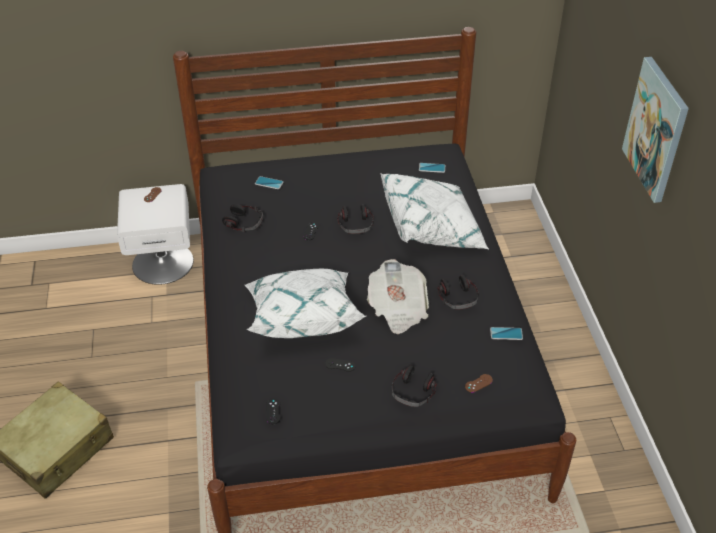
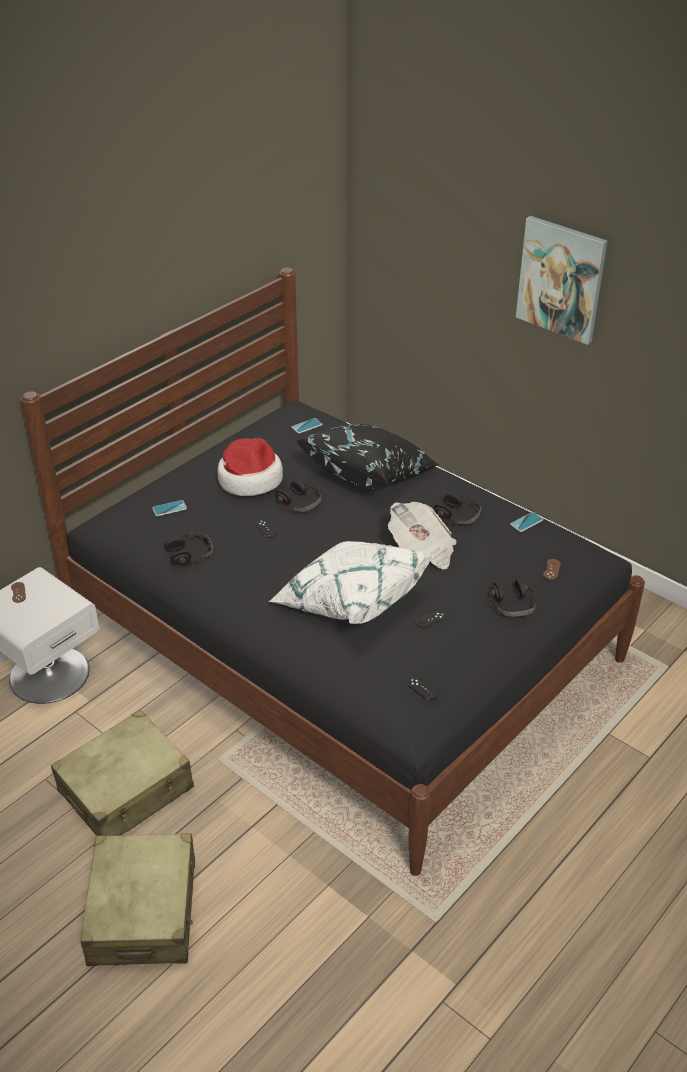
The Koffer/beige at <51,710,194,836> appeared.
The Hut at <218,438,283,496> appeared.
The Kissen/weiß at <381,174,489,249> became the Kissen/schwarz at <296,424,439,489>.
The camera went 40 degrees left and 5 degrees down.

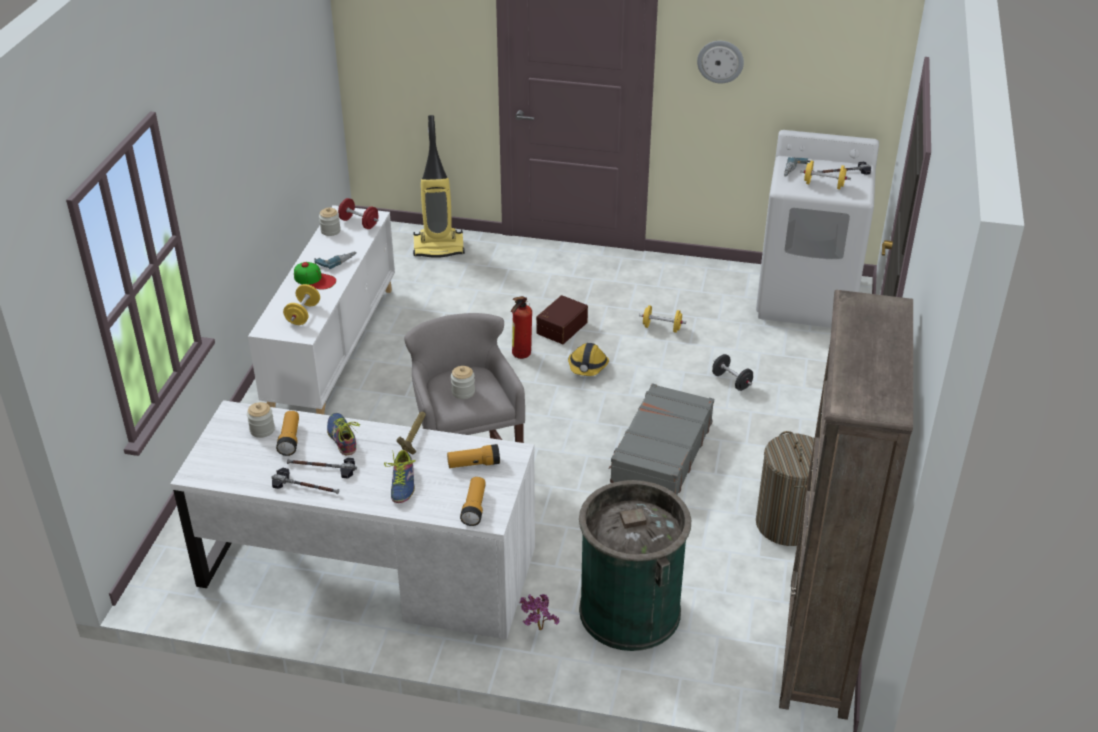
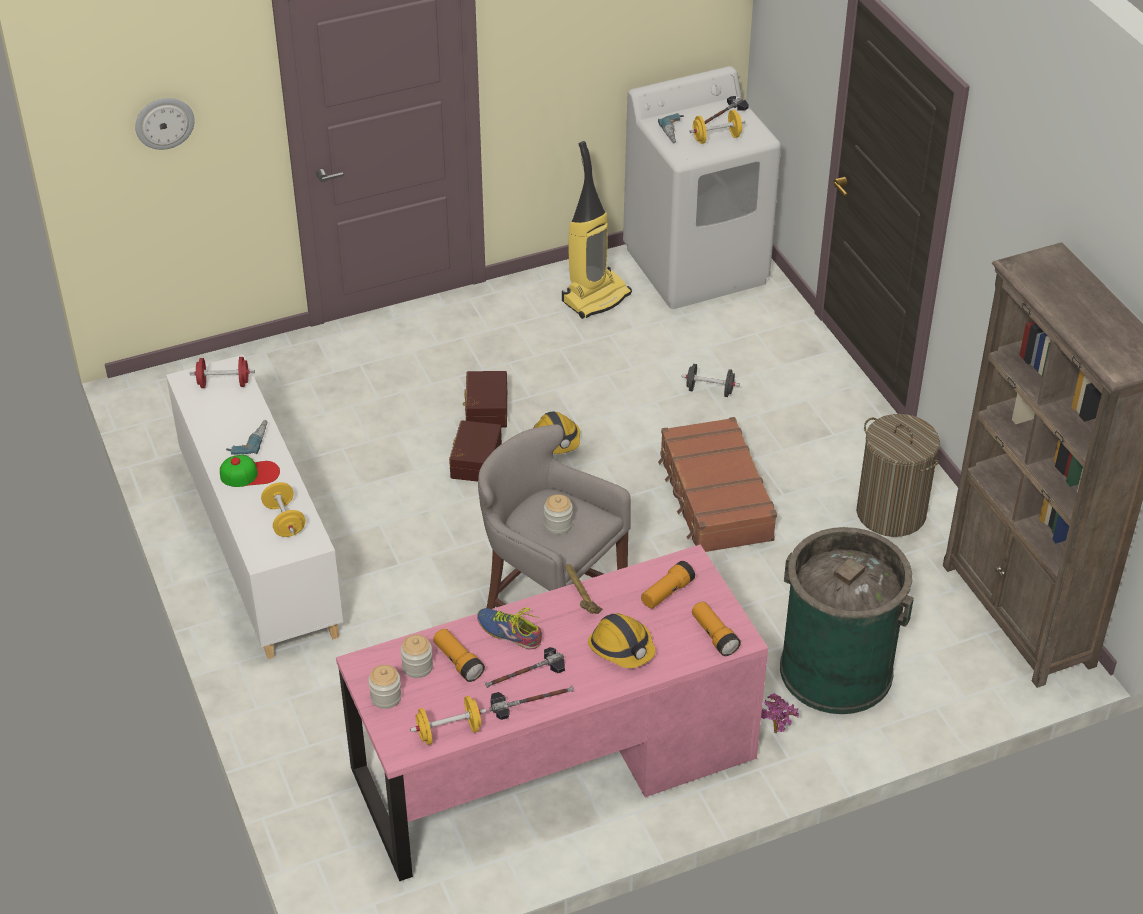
The Vorratsglas moved from <319,208,341,236> to <368,665,402,709>.
The Staubsauger moved from <413,115,465,258> to <562,141,632,319>.
The Hantel/gelb moved from <639,305,686,333> to <410,696,486,745>.
The Wanduhr moved from <697,41,744,83> to <135,98,195,150>.
The Schuh at <384,450,416,503> was replaced by the Schutzhelm at <588,613,655,668>.
The Feuerlöscher at <511,296,532,359> was replaced by the Aufbewahrungsbox/braun at <449,420,502,482>.
The Schreibtisch/weiß at <170,400,535,639> became the Schreibtisch/rosa at <336,545,768,881>.
The Koffer/grau at <609,383,714,495> became the Koffer/braun at <658,417,777,552>.
The camera went 35 degrees left and 5 degrees up.

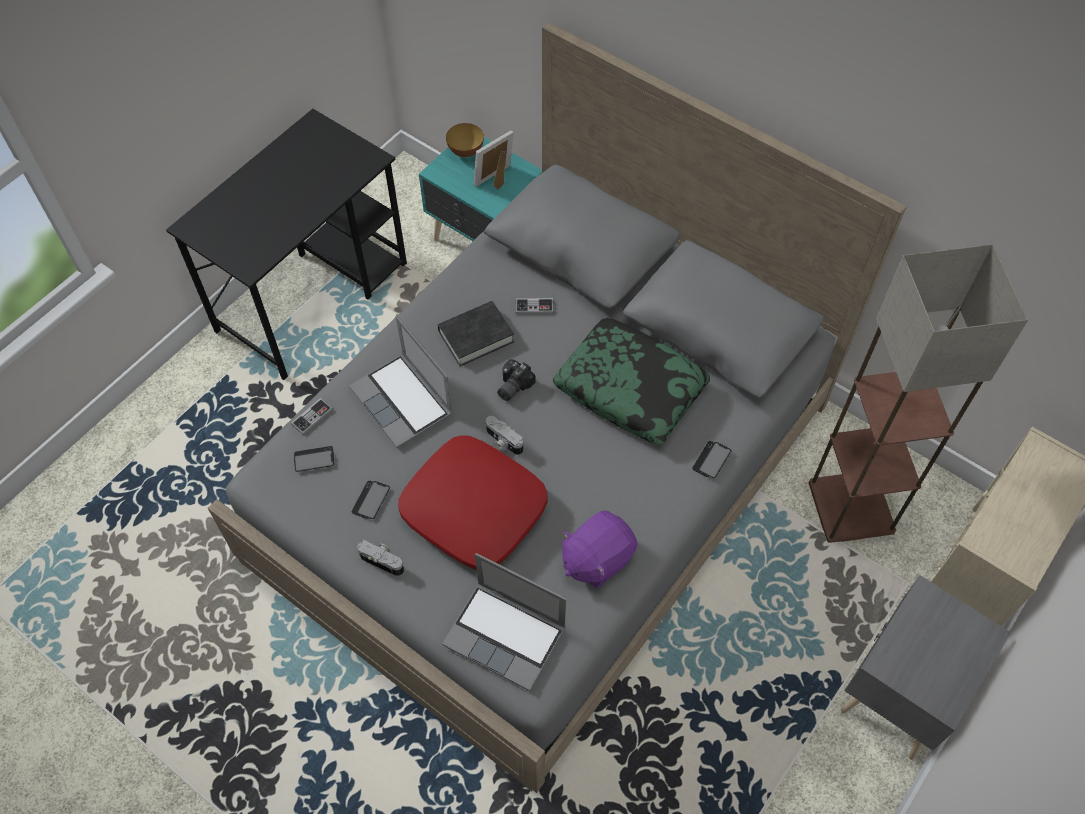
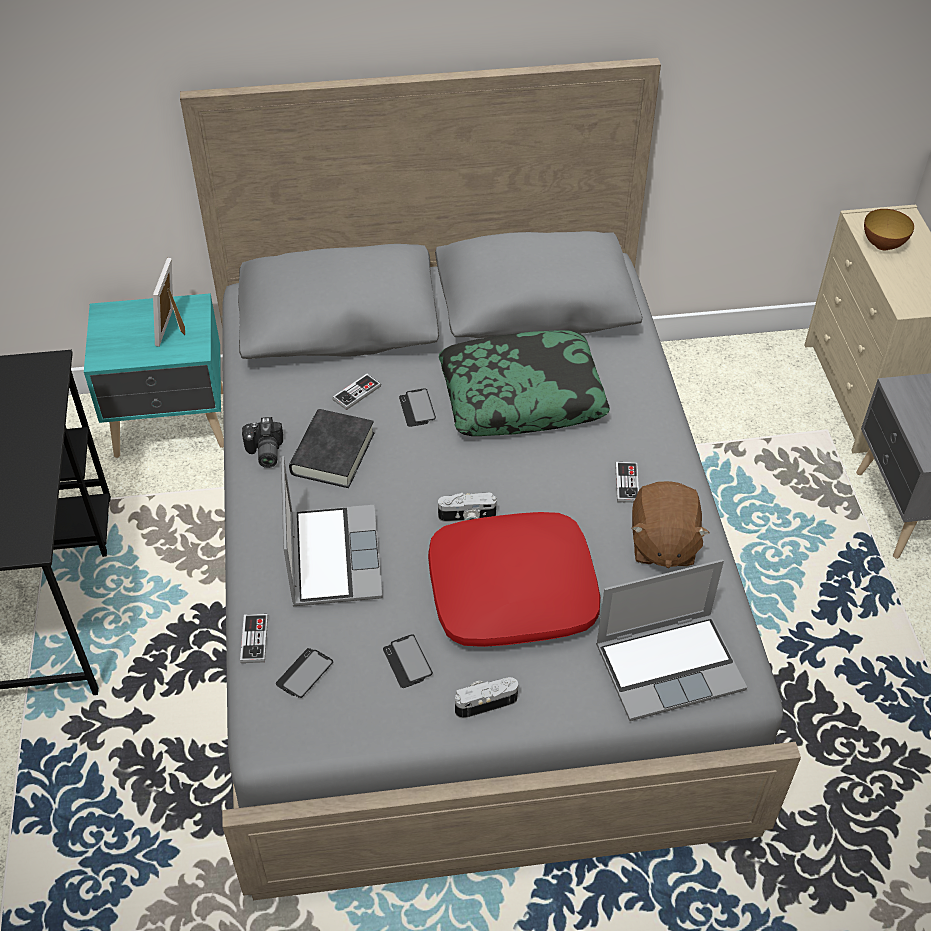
The Stehlampe at <809,244,1028,543> disappeared.
The Gamepad at <615,462,639,503> appeared.
The Schüssel moved from <446,123,484,157> to <864,209,914,250>.
The Kamera moved from <497,359,536,401> to <242,417,283,468>.
The Handy moved from <692,441,732,478> to <399,388,436,427>.
The Plüschtier/lila at <562,511,638,588> became the Plüschtier/braun at <632,481,710,568>.
The Laptop at <349,316,453,448> turned 105 degrees counterclockwise.
The camera went 45 degrees left and 10 degrees down.

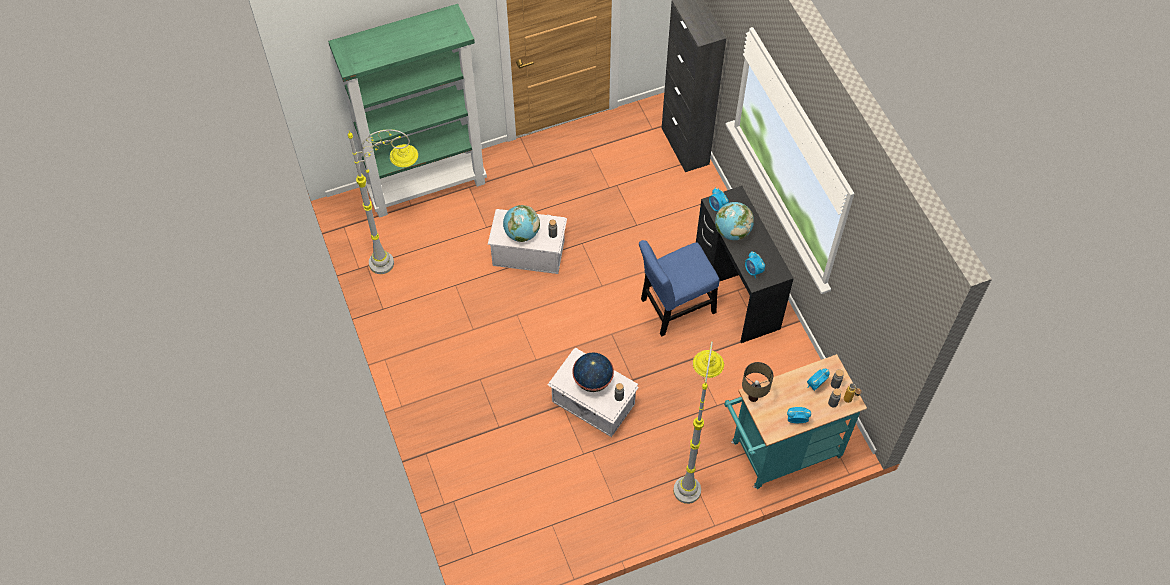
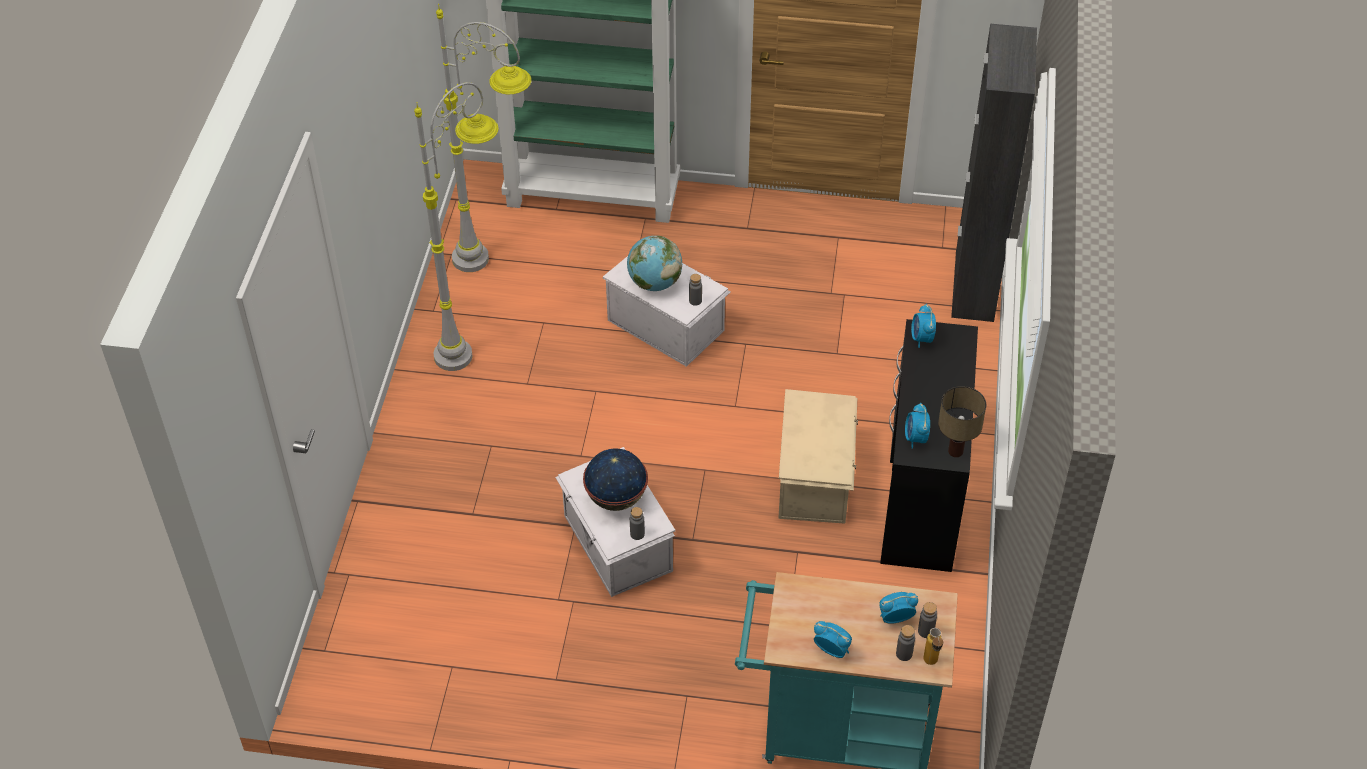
The Globus at <715,202,754,240> disappeared.
The Stehlampe/grau moved from <673,341,724,504> to <414,82,499,371>.
The Tischlampe moved from <742,362,773,402> to <938,386,986,457>.
The Stuhl/blau at <639,240,720,336> was replaced by the Aufbewahrungsbox/beige at <778,389,858,524>.
The camera went 30 degrees right and 10 degrees down.

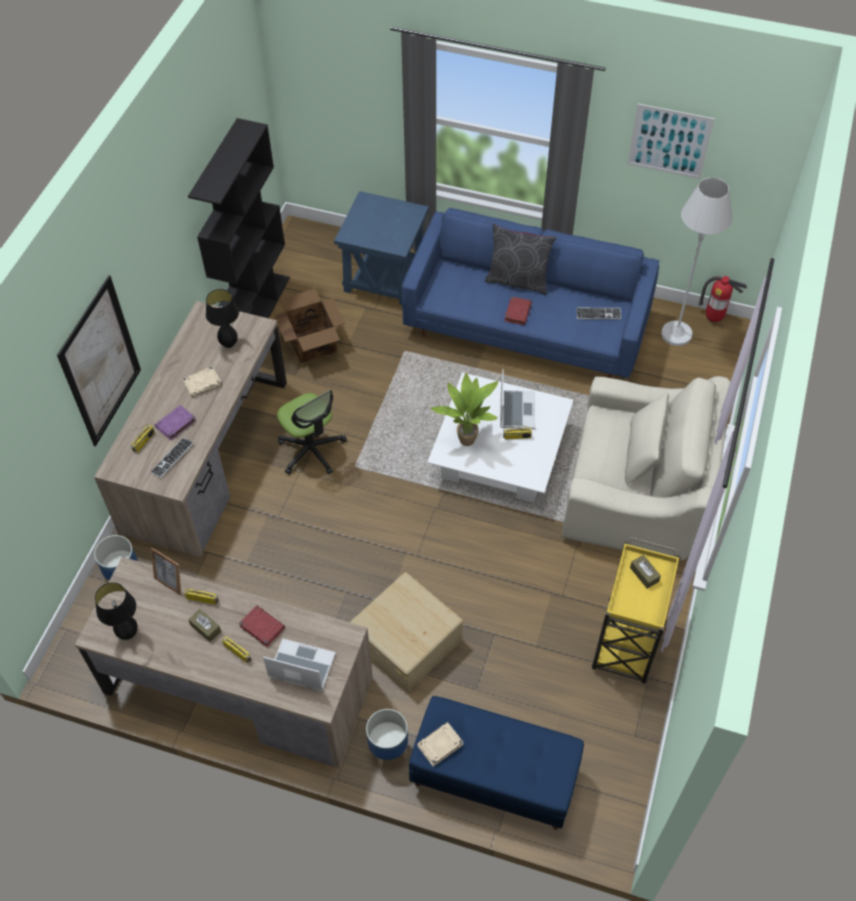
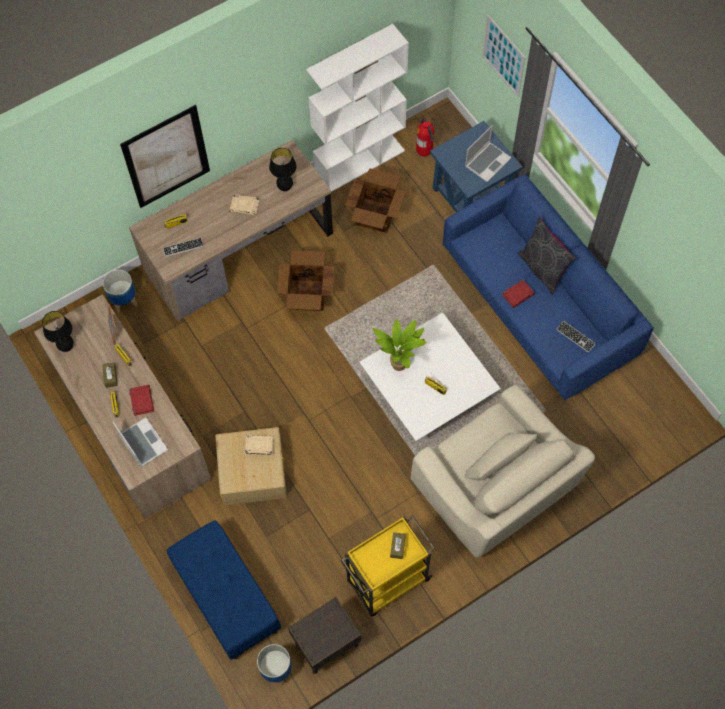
The Buch/lila at <155,405,196,440> disappeared.
The Stehlampe/weiß at <661,177,732,346> disappeared.
The Nachttisch/braun at <288,596,361,674> appeared.
The Pflanzkübel moved from <366,709,408,768> to <257,644,292,685>.
The Buch/beige moved from <417,722,464,766> to <245,435,274,456>.
The Laptop moved from <500,369,535,429> to <465,126,512,182>.
The Bild moved from <627,104,715,179> to <482,14,526,98>.
The Feuerlöscher moved from <698,276,747,322> to <416,118,434,156>.
The Bürostuhl at <277,390,347,475> was replaced by the Karton at <277,250,335,311>.
The Bücherregal/schwarz at <188,118,290,318> became the Bücherregal/weiß at <306,24,409,192>.
The camera went 40 degrees right and 10 degrees up.

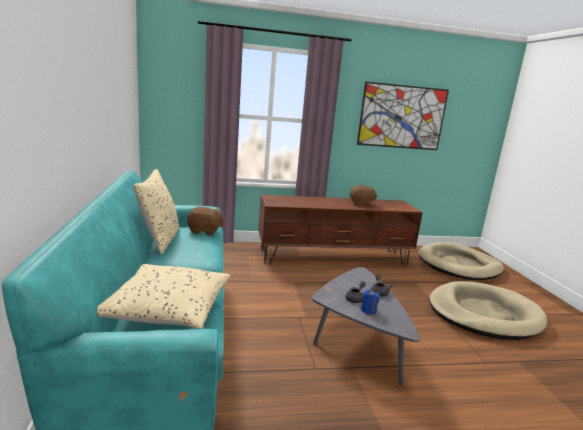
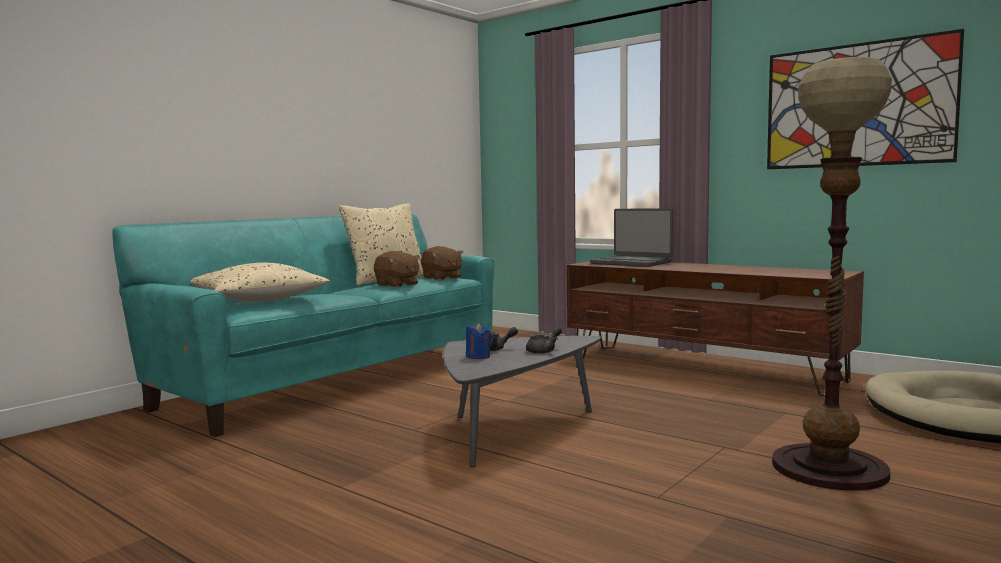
The Laptop at <590,208,673,267> appeared.
The Plüschtier/braun moved from <350,185,377,206> to <374,251,420,287>.
The Hundebett/beige at <429,281,547,340> was replaced by the Stehlampe at <772,57,892,491>.
The camera went 50 degrees right and 10 degrees down.

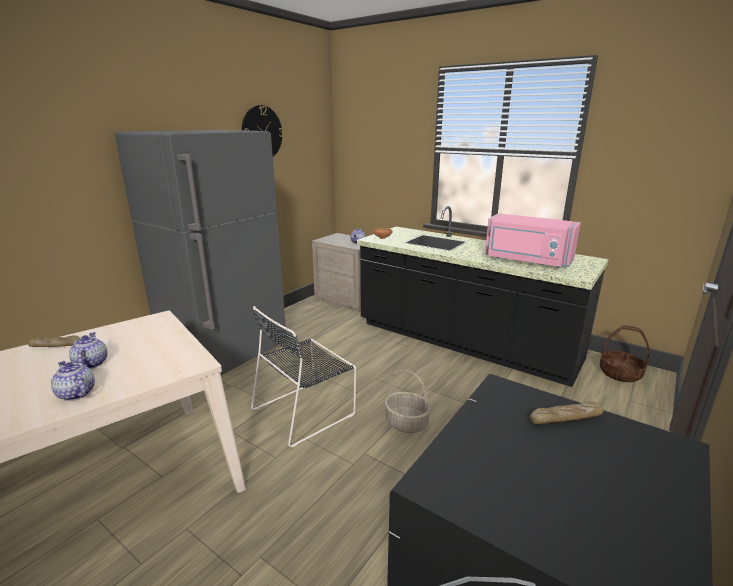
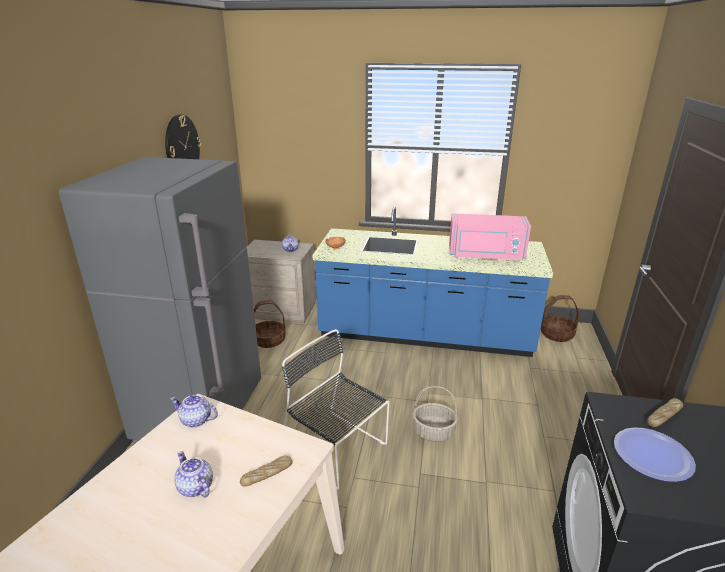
The Korb at <254,300,286,348> appeared.
The Teller at <614,427,696,482> appeared.
The Brot moved from <28,336,81,347> to <240,456,293,487>.
The Teekanne moved from <51,361,95,401> to <170,395,218,428>.
The Küchenzeile/schwarz at <357,206,608,387> became the Küchenzeile/blau at <312,207,553,357>.
The Stuhl/schwarz at <251,306,356,447> turned 105 degrees clockwise.
The camera went 25 degrees left and 5 degrees up.

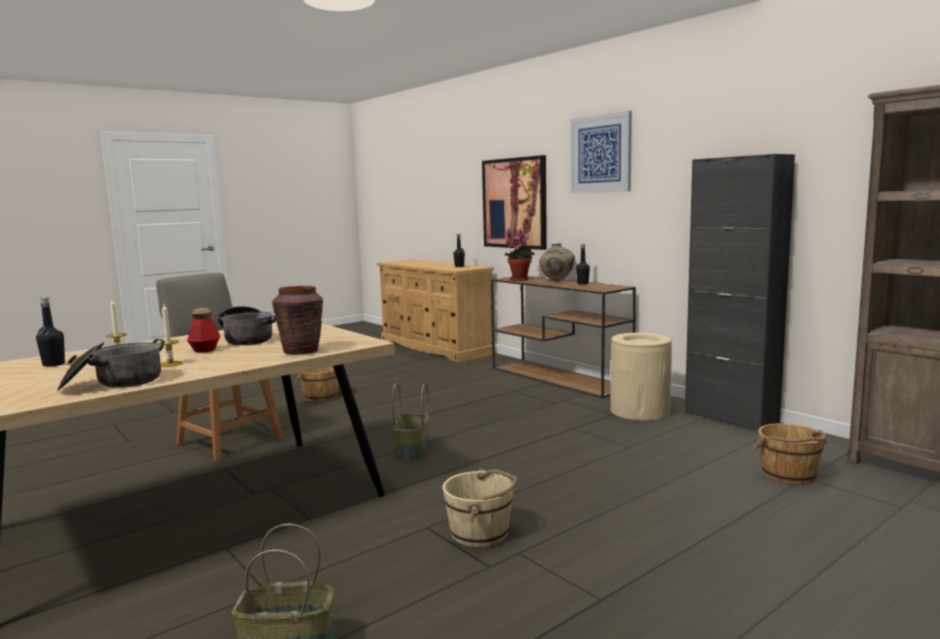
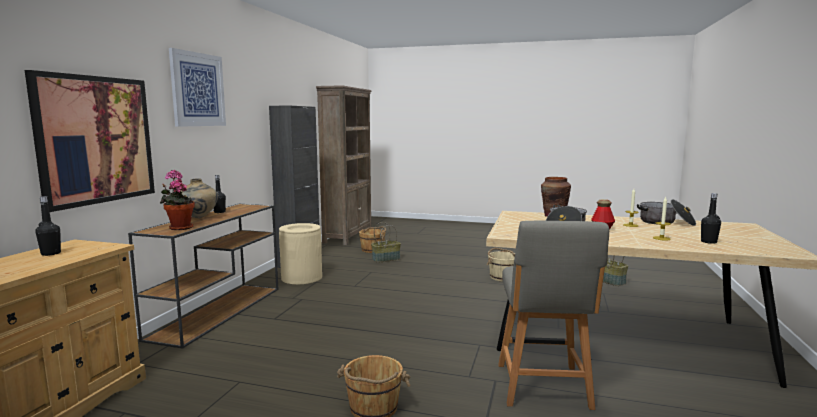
The Korb moved from <392,383,429,460> to <371,222,401,262>.
The camera went 125 degrees left and 0 degrees up.

